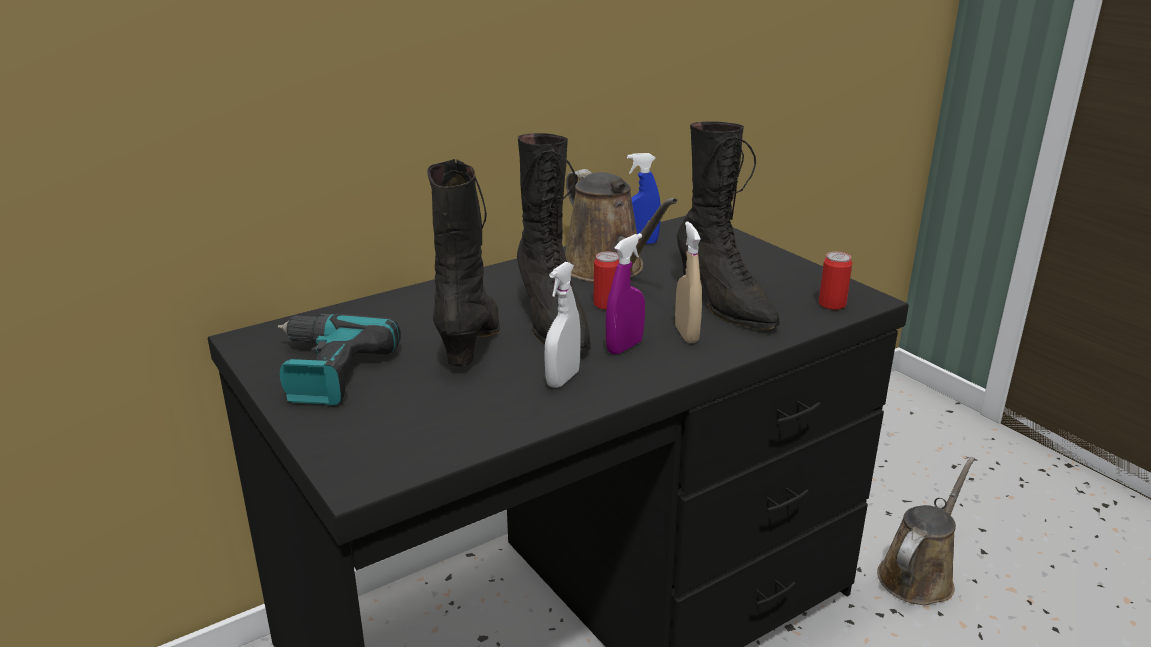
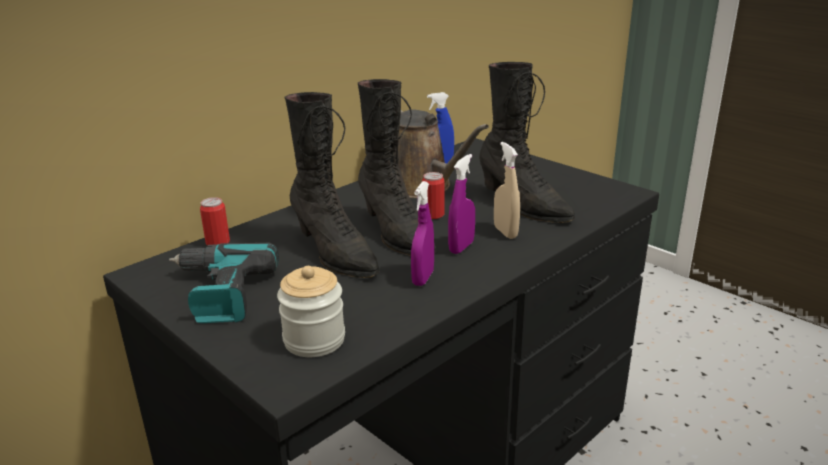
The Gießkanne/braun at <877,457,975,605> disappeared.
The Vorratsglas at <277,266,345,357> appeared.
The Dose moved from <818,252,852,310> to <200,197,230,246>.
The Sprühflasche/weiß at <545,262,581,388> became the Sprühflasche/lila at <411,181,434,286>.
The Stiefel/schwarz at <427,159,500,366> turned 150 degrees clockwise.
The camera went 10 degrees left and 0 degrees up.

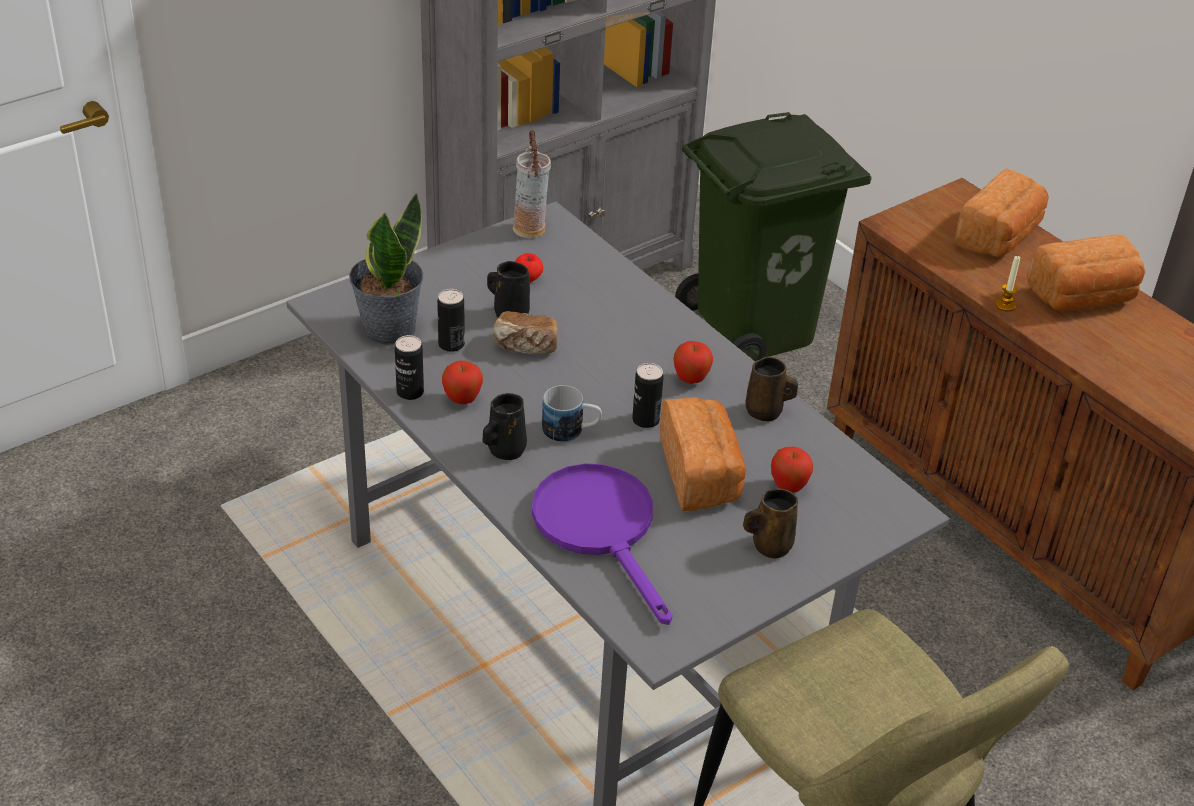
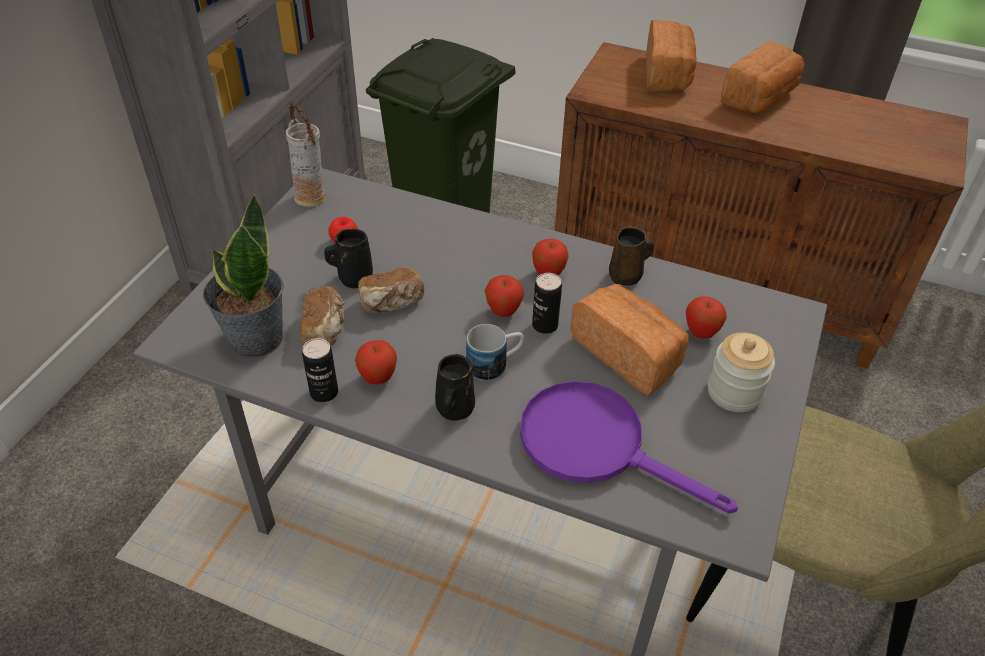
The Kerze at <995,256,1020,311> disappeared.
The Apfel at <485,275,524,317> appeared.
The Dose at <437,289,465,352> was replaced by the Brot at <300,286,345,346>.
The Henkelbecher/braun at <743,488,798,559> was replaced by the Vorratsglas at <708,332,775,412>.
The camera went 30 degrees left and 5 degrees up.

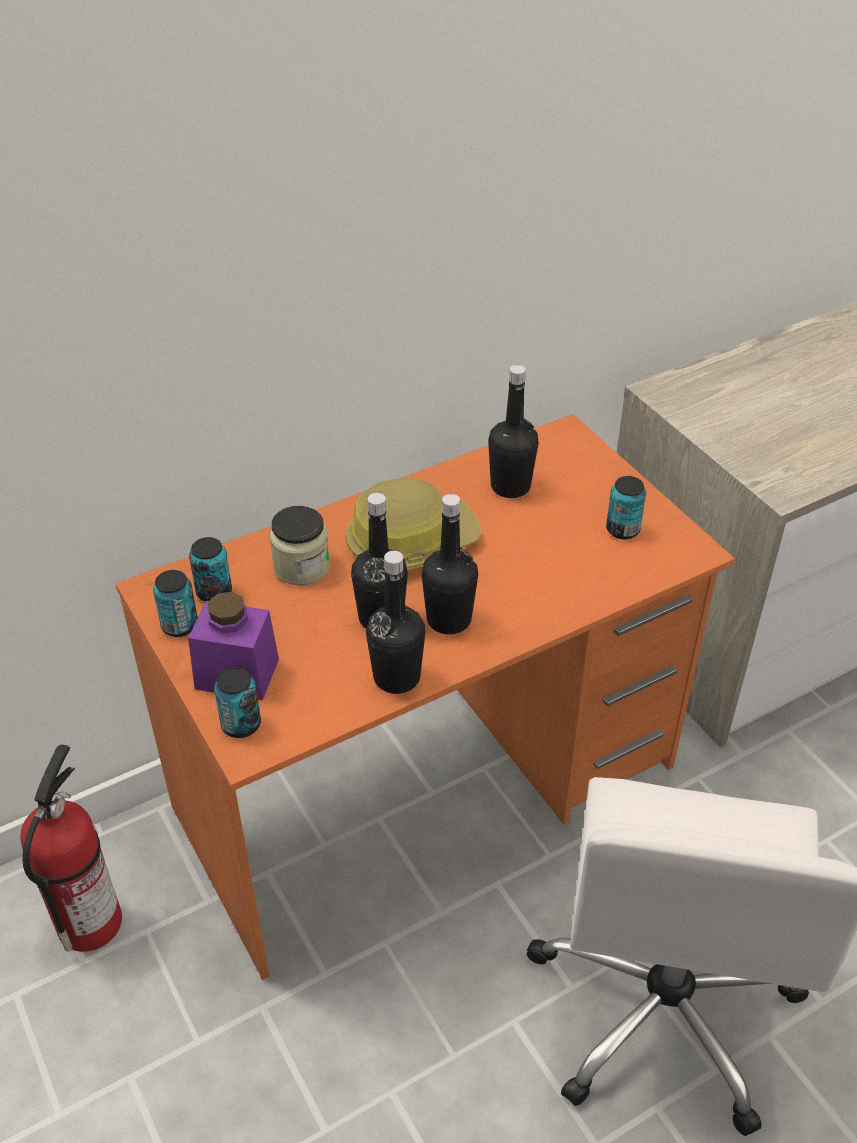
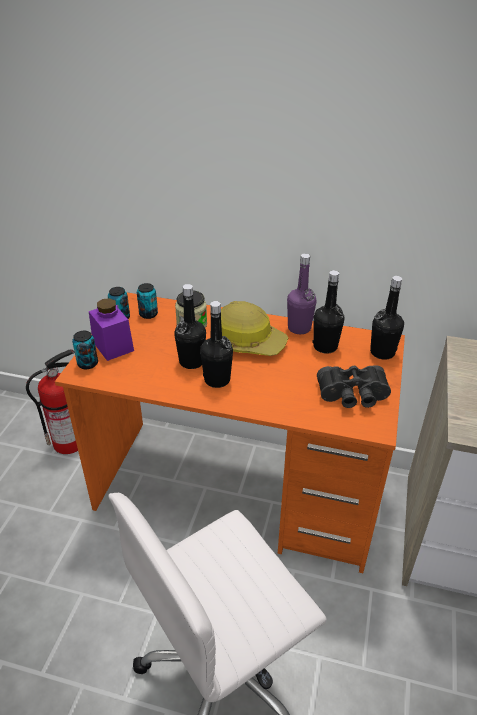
The Flasche/lila at <287,253,317,334> appeared.
The Flasche/schwarz moved from <366,551,425,694> to <370,276,404,360>.
The Dose at <606,476,646,539> was replaced by the Fernglas/schwarz at <317,365,391,408>.
The camera went 45 degrees right and 5 degrees down.

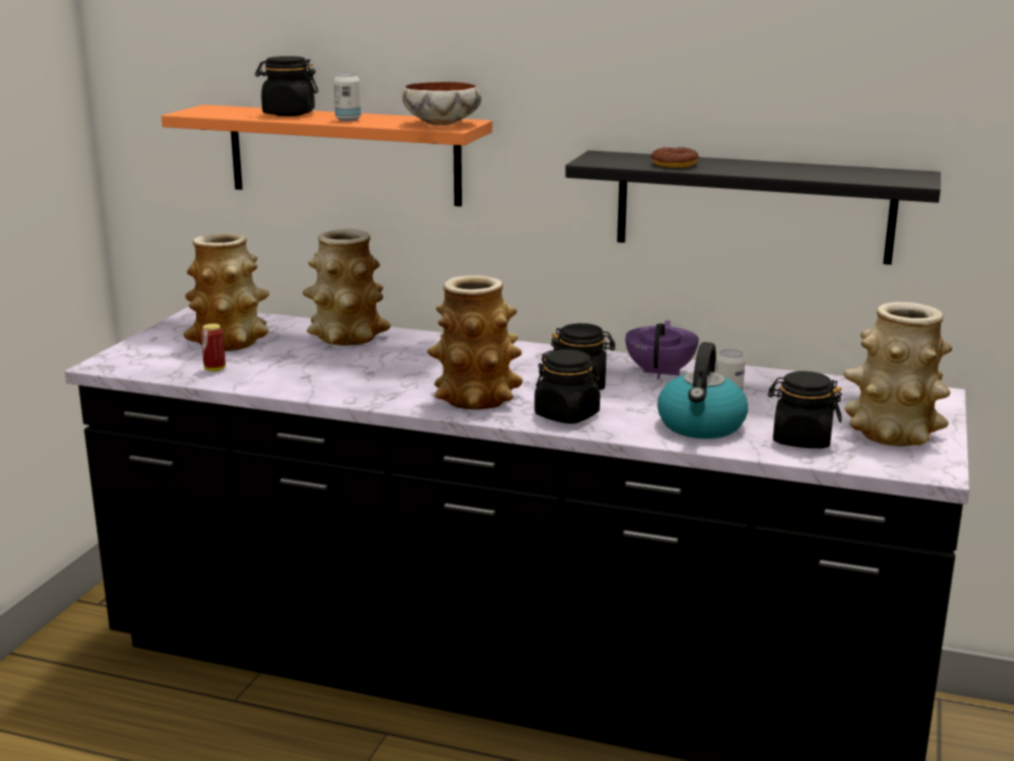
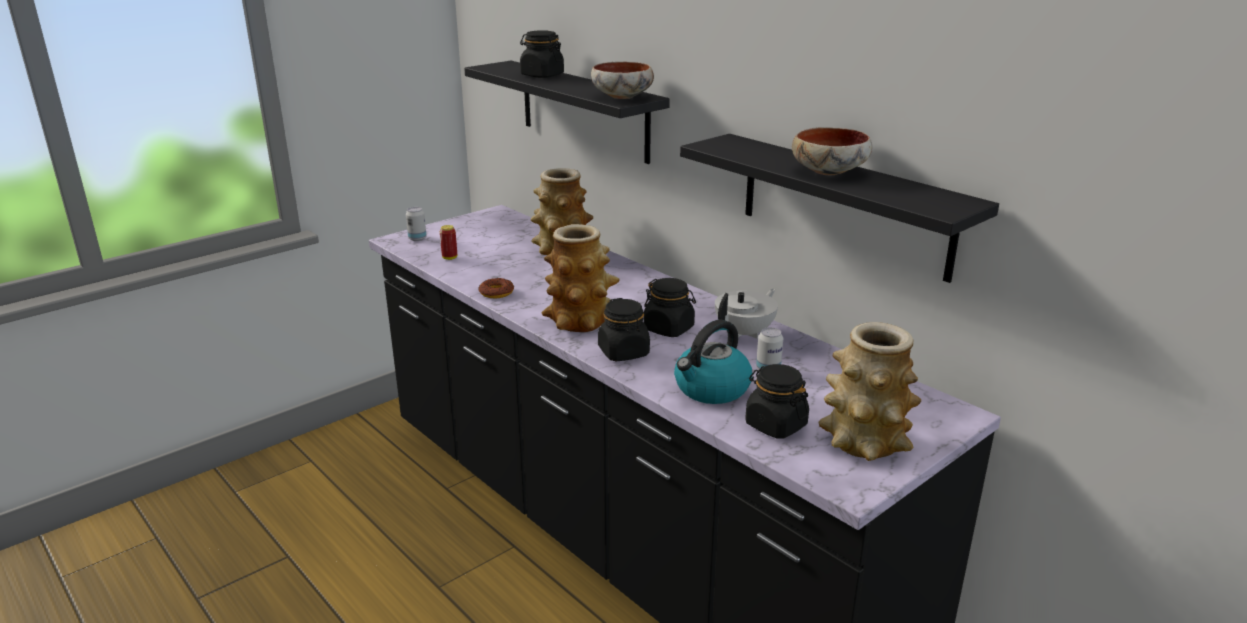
The Vase at <183,233,269,351> disappeared.
The Schüssel at <792,127,872,175> appeared.
The Dose moved from <334,73,361,121> to <406,207,427,241>.
The Donut moved from <651,147,699,168> to <478,278,514,298>.
The Wandregal/orange at <161,105,492,206> became the Wandregal/schwarz at <464,61,670,164>.
The Teekanne/lila at <625,320,699,379> became the Teekanne/weiß at <715,289,778,339>.
The camera went 30 degrees right and 5 degrees up.

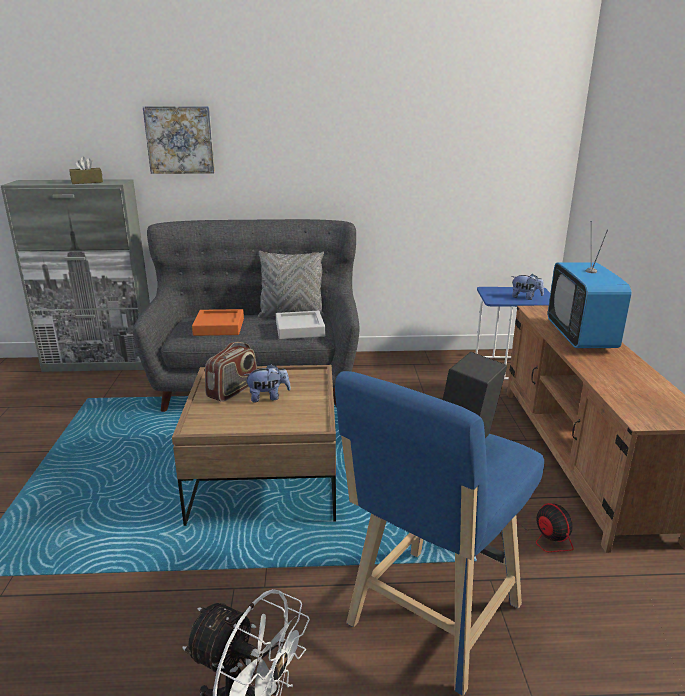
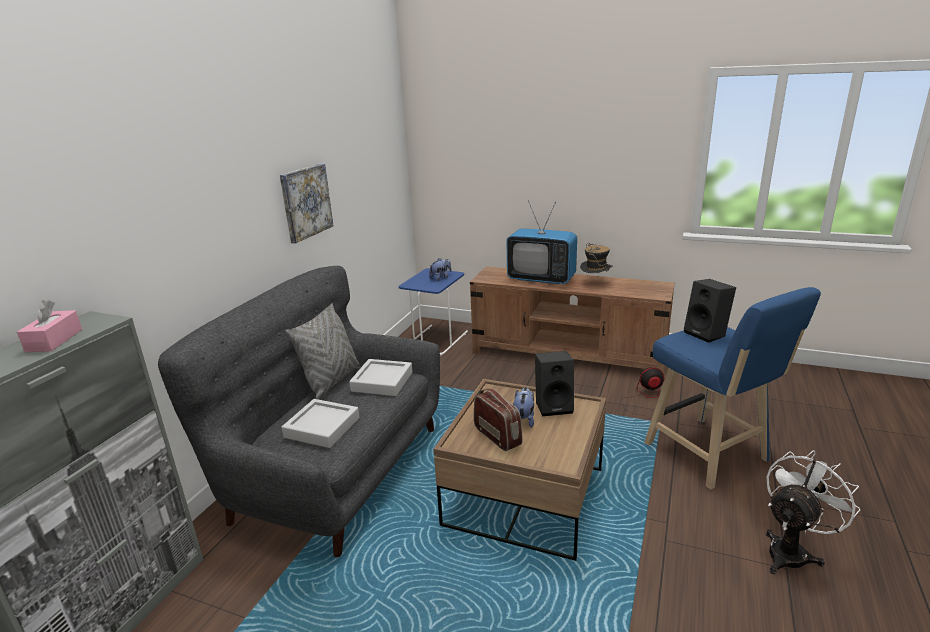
The Lautsprecher/schwarz at <535,351,574,417> appeared.
The Hut at <580,243,613,273> appeared.
The Bild moved from <143,106,215,174> to <280,164,333,243>.
The Taschentuchbox/braun at <69,157,103,184> became the Taschentuchbox/rosa at <17,300,82,352>.
The Tablett/orange at <192,309,244,336> became the Tablett/grau at <281,399,359,448>.
The camera went 65 degrees left and 0 degrees up.

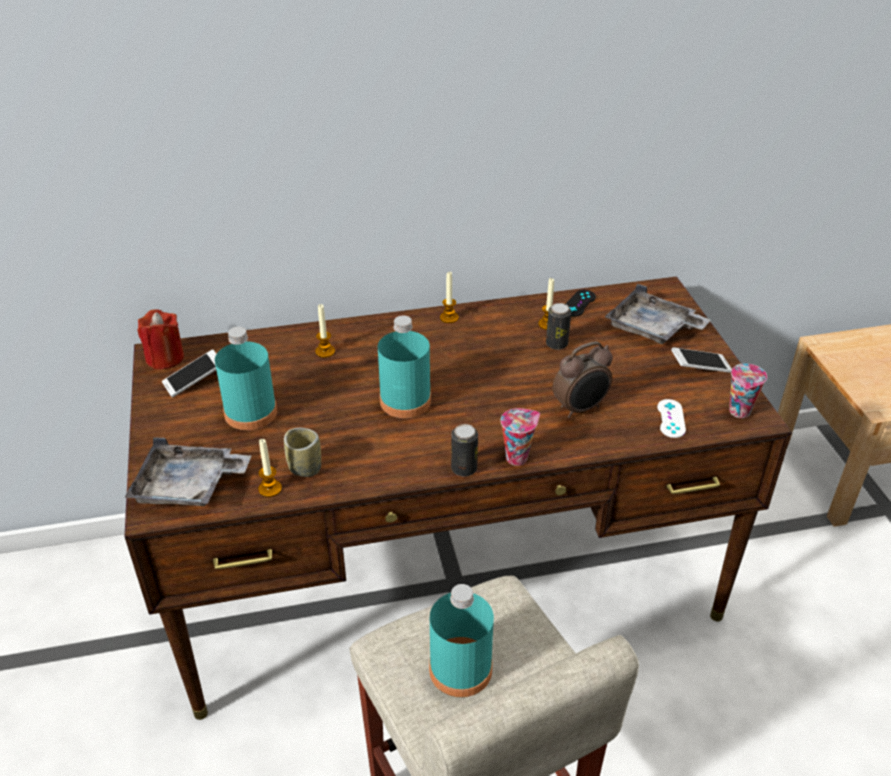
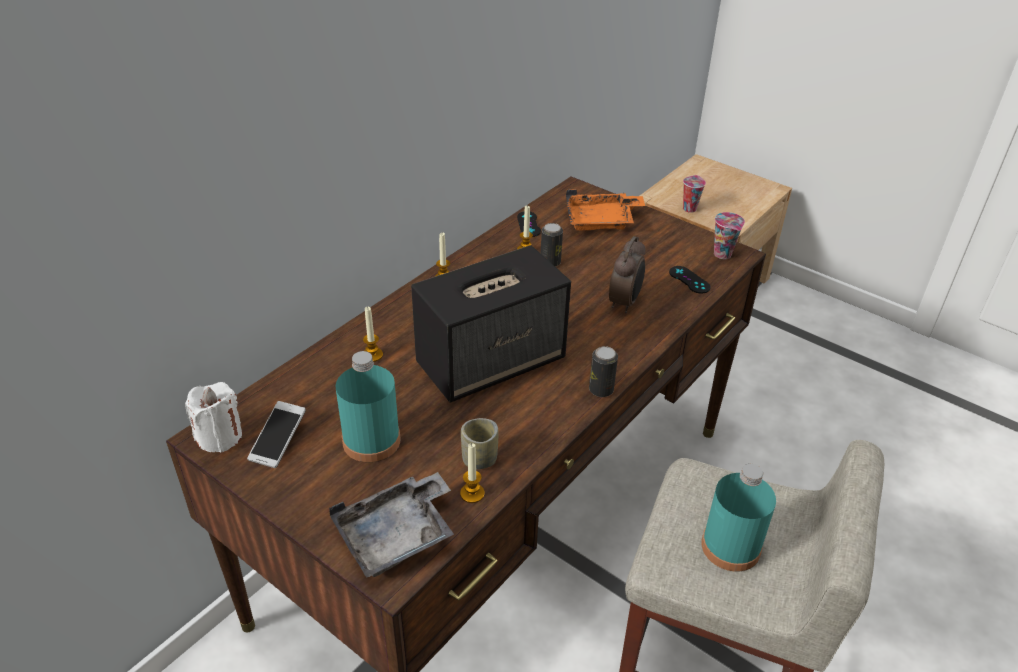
The Handy at <671,347,732,373> disappeared.
The Tasse moved from <501,408,540,466> to <683,175,706,213>.
The Flasche/türkis at <378,315,431,418> was replaced by the Lautsprecher at <411,245,571,402>.
The Kerze/rot at <138,309,184,369> became the Kerze/weiß at <185,382,242,453>.
The Tablett/grau at <605,284,711,344> became the Tablett/orange at <566,189,645,230>.
The Gamepad/weiß at <657,399,686,438> became the Gamepad/schwarz at <669,266,711,294>.
The camera went 40 degrees left and 0 degrees up.

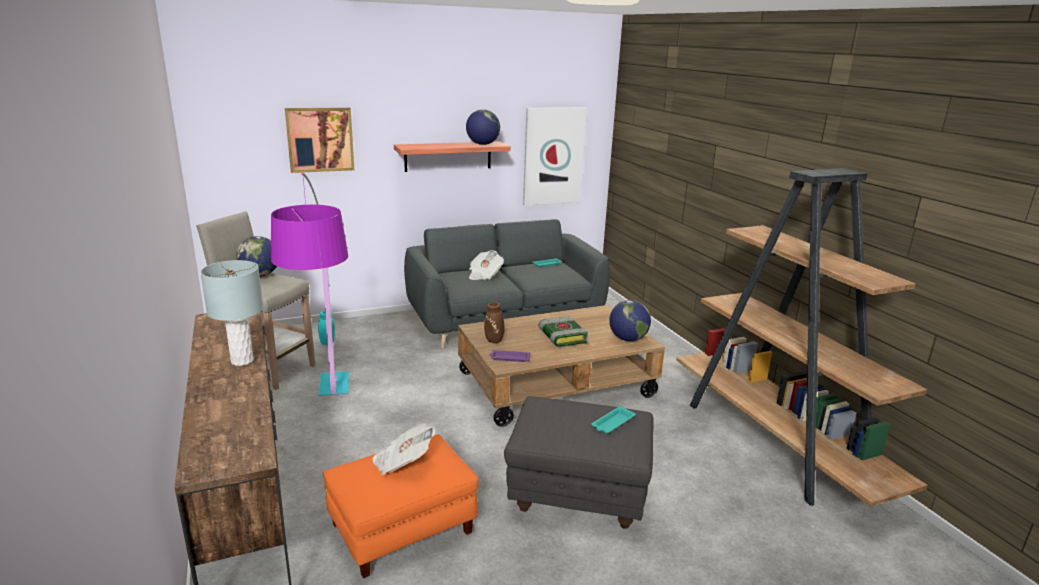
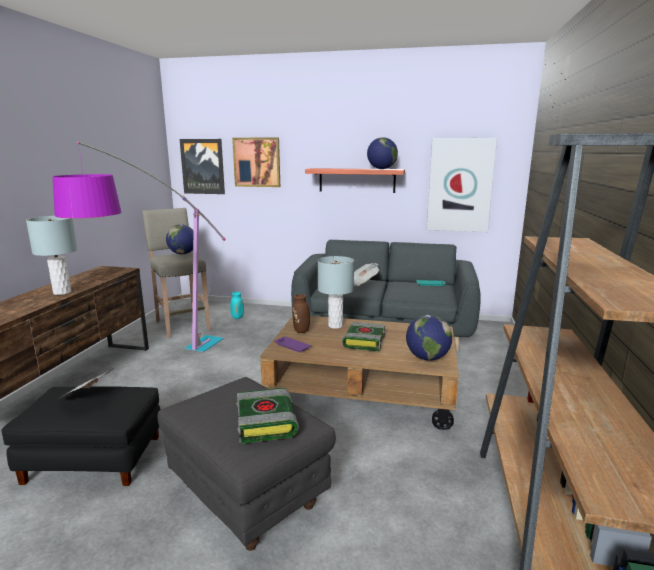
The Bild at <180,139,225,194> appeared.
The Tischlampe/grau at <318,256,354,329> appeared.
The Tablett/türkis at <591,406,636,434> was replaced by the Buch at <237,388,299,444>.
The Polsterhocker/orange at <323,435,478,578> became the Polsterhocker/schwarz at <2,386,161,486>.
The camera went 35 degrees right and 5 degrees down.

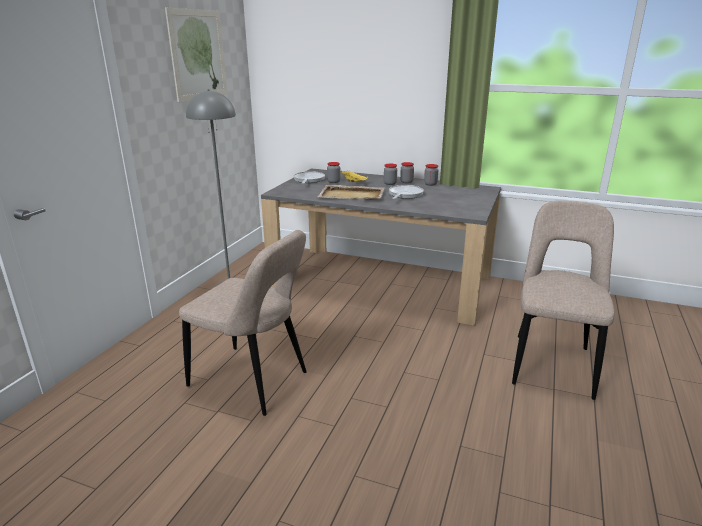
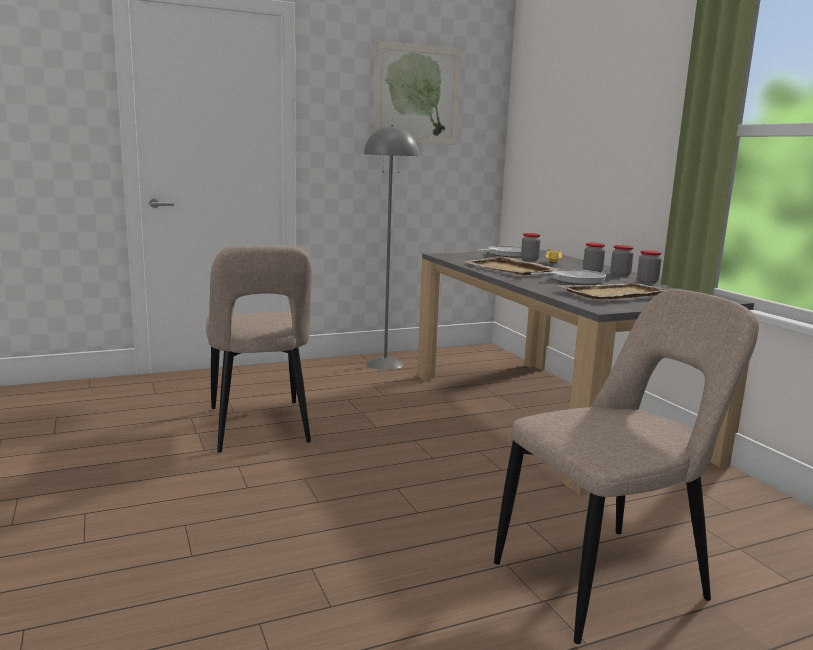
The Tablett/beige at <557,282,672,299> appeared.
The camera went 45 degrees right and 10 degrees down.

